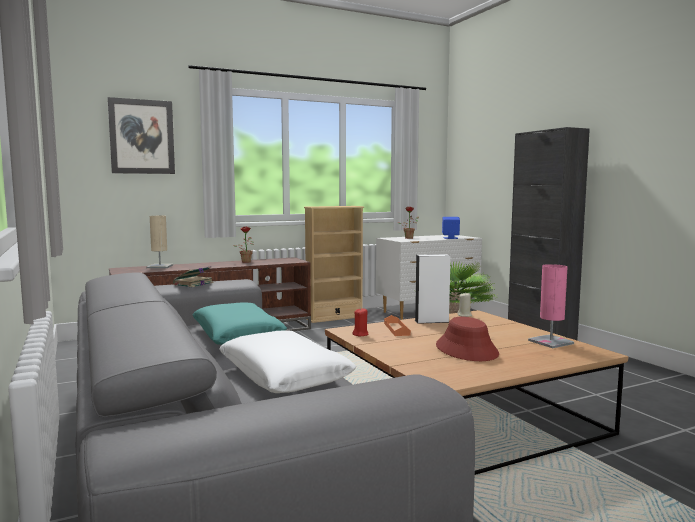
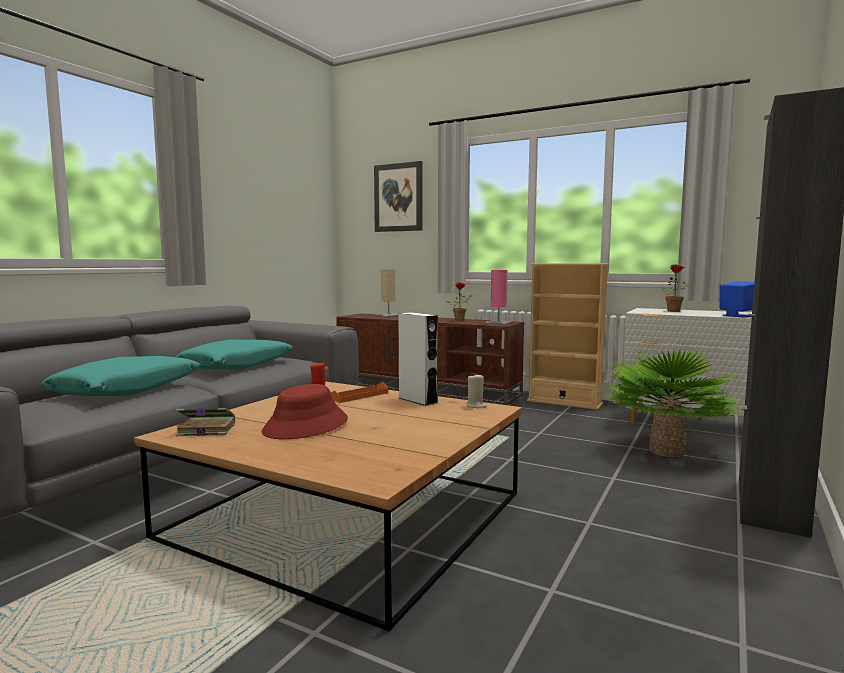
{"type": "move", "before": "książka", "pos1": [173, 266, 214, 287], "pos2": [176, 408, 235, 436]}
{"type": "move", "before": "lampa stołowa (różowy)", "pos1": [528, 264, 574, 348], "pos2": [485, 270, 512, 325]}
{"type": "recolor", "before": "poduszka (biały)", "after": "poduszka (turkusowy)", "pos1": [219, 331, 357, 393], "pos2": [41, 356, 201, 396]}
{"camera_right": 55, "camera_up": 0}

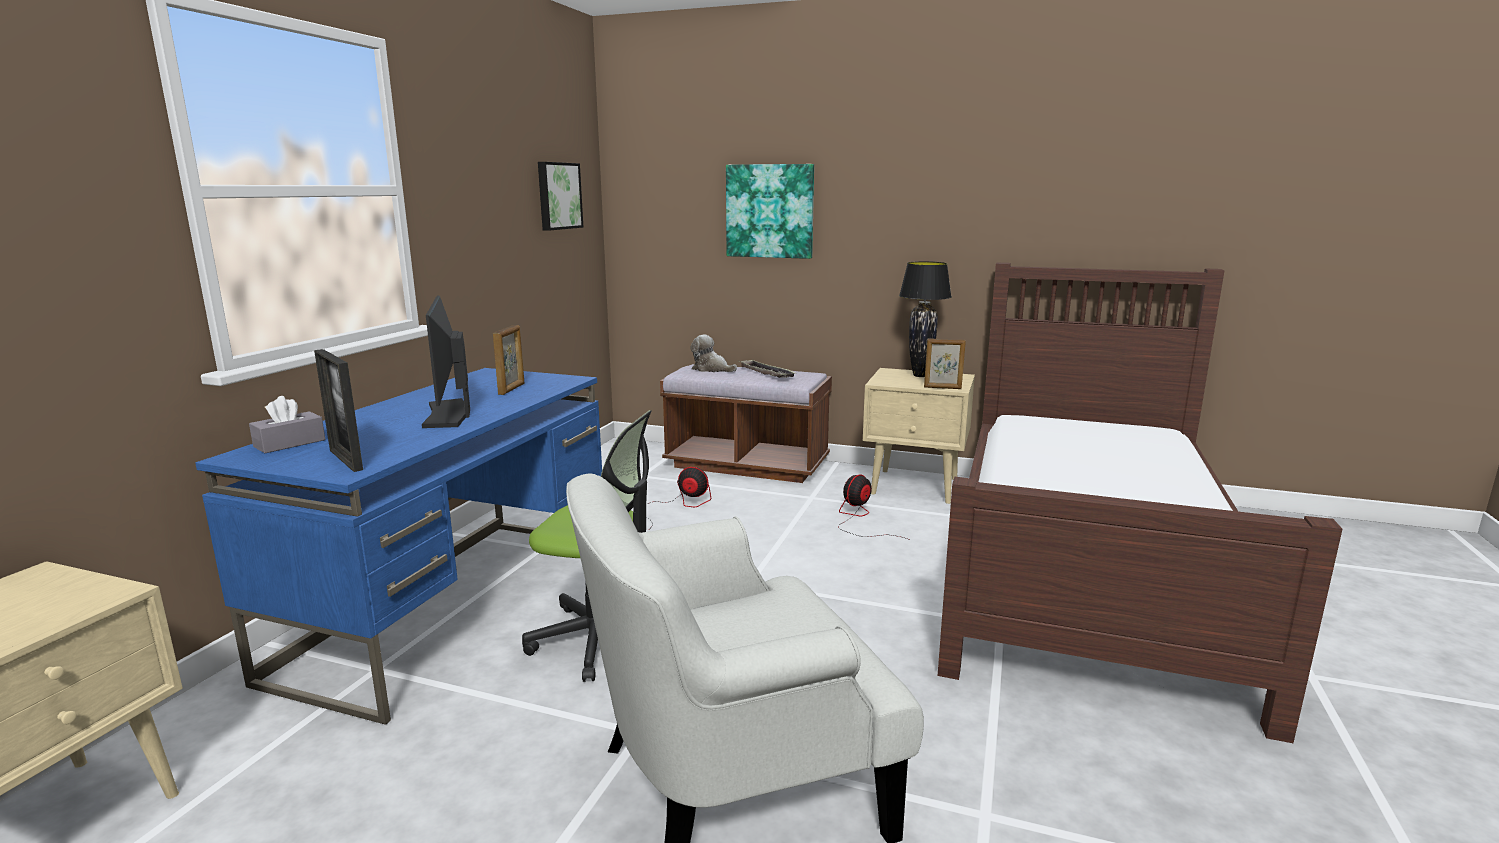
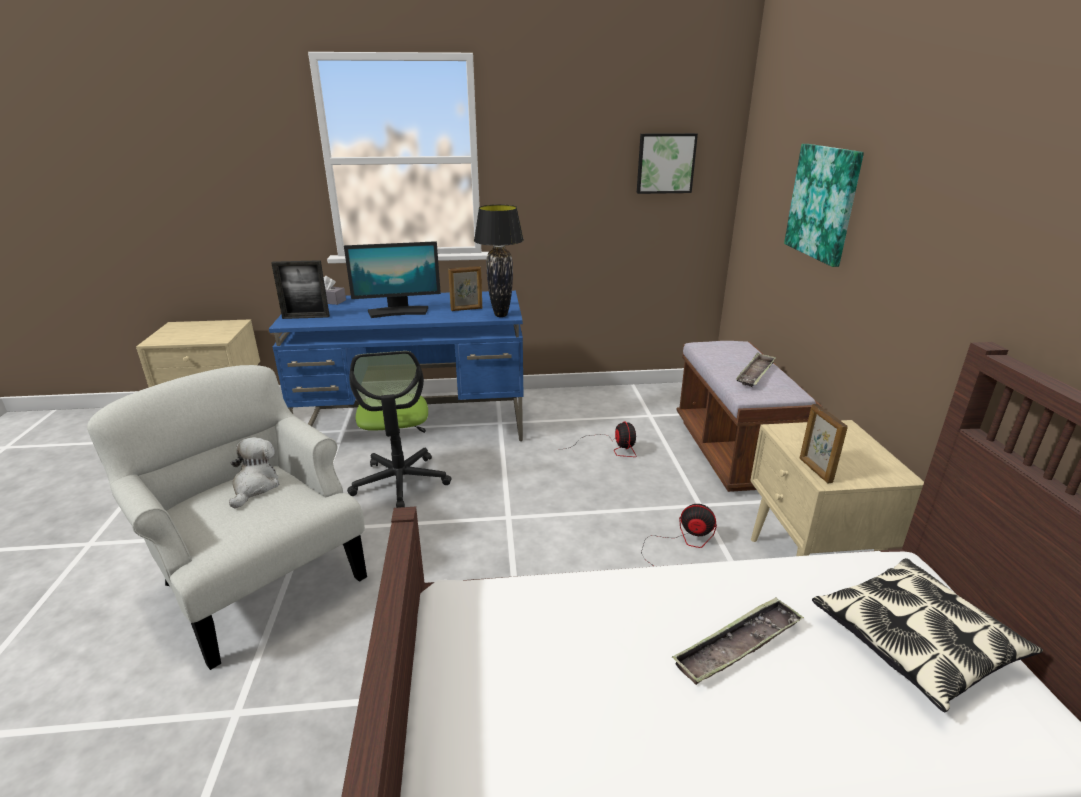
{"type": "insert", "after": "taca", "pos2": [672, 597, 804, 685]}
{"type": "insert", "after": "poduszka", "pos2": [812, 558, 1043, 712]}
{"type": "move", "before": "pluszak", "pos1": [690, 334, 737, 372], "pos2": [229, 437, 279, 508]}
{"type": "move", "before": "lampa stołowa (czarny)", "pos1": [899, 261, 952, 377], "pos2": [474, 204, 524, 317]}
{"type": "rotate", "before": "ramka na zdjęcie", "pos1": [314, 349, 363, 472], "pos2": [271, 260, 330, 319], "turn": -120}
{"type": "rotate", "before": "monitor", "pos1": [422, 296, 470, 428], "pos2": [344, 241, 441, 318], "turn": -150}
{"camera_right": 65, "camera_up": 10}

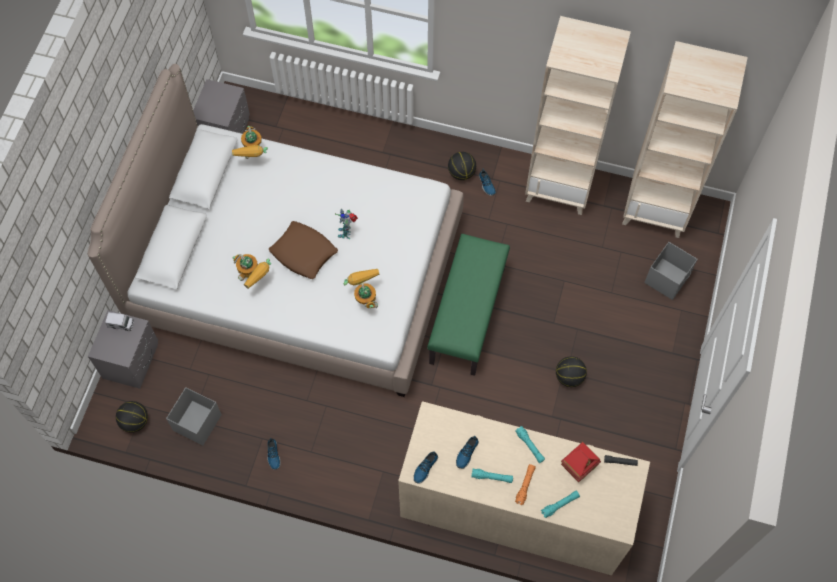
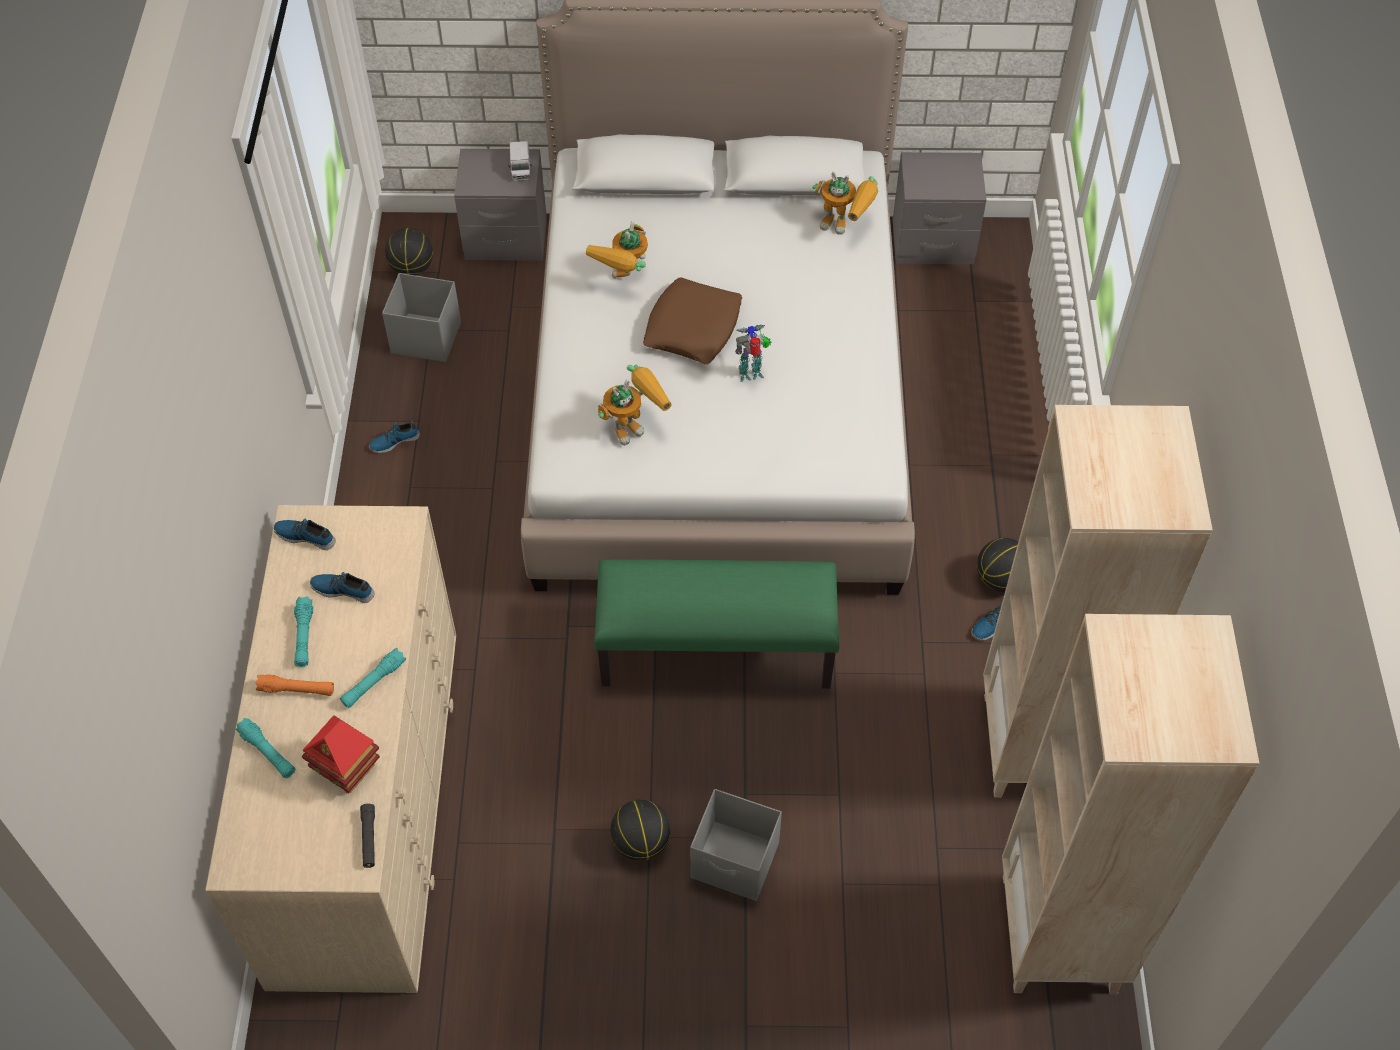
{"type": "move", "before": "pojemnik do przechowywania (szary)", "pos1": [644, 242, 697, 300], "pos2": [690, 789, 782, 901]}
{"type": "rotate", "before": "robot zabawkowy", "pos1": [232, 126, 268, 159], "pos2": [812, 172, 878, 235], "turn": -135}
{"camera_right": 75, "camera_up": -10}

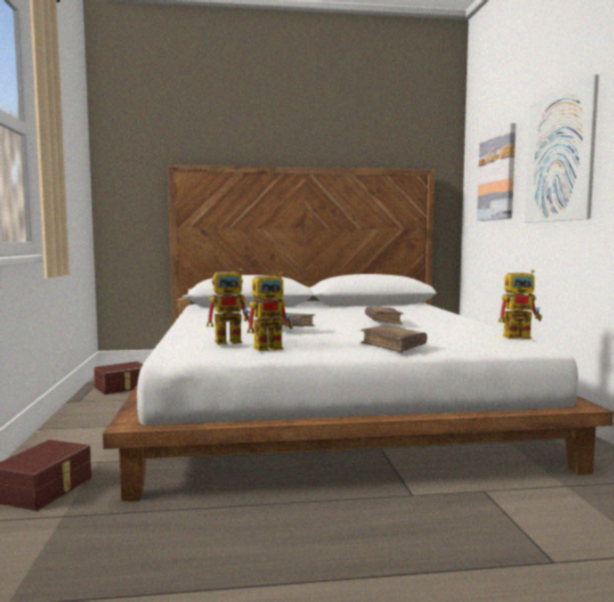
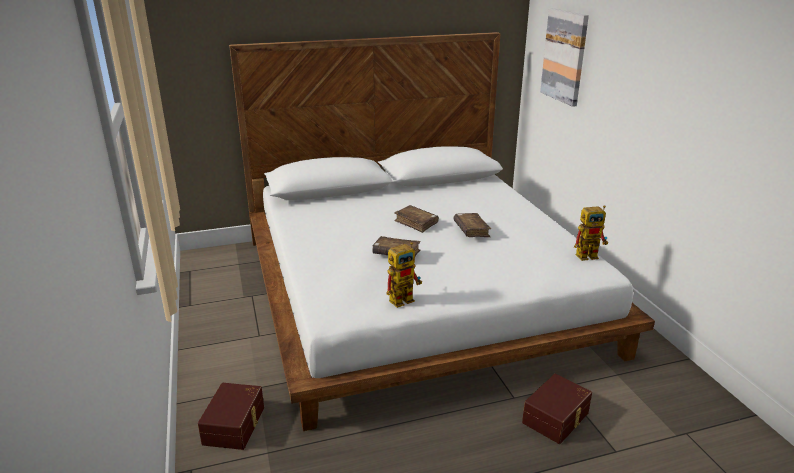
{"type": "delete", "before": "robot zabawkowy", "pos1": [206, 268, 250, 345]}
{"type": "delete", "before": "obraz", "pos1": [525, 75, 599, 223]}
{"type": "move", "before": "pojemnik do przechowywania (brązowy)", "pos1": [94, 361, 143, 395], "pos2": [522, 374, 592, 444]}
{"type": "move", "before": "książka (brązowy)", "pos1": [361, 325, 427, 353], "pos2": [394, 205, 439, 233]}
{"camera_right": -10, "camera_up": 20}

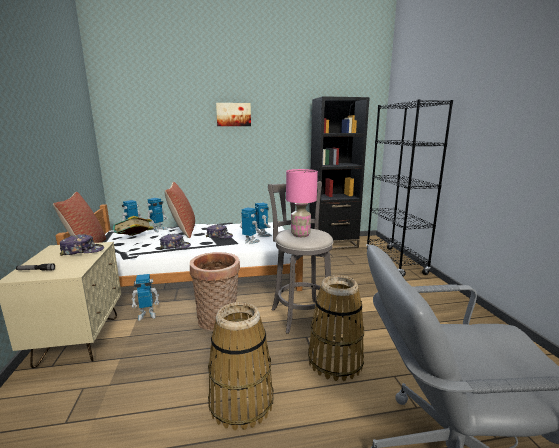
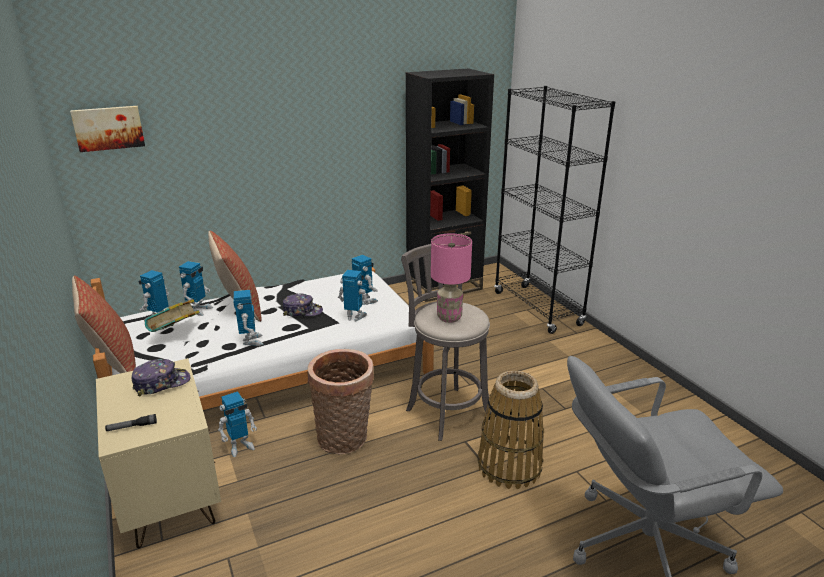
{"type": "delete", "before": "koszyk", "pos1": [208, 302, 273, 430]}
{"type": "move", "before": "obraz", "pos1": [216, 103, 251, 126], "pos2": [70, 106, 145, 152]}
{"type": "replace", "before": "czapka z daszkiem", "after": "robot zabawkowy", "pos1": [160, 234, 191, 249], "pos2": [233, 290, 263, 346]}
{"camera_right": -15, "camera_up": 10}

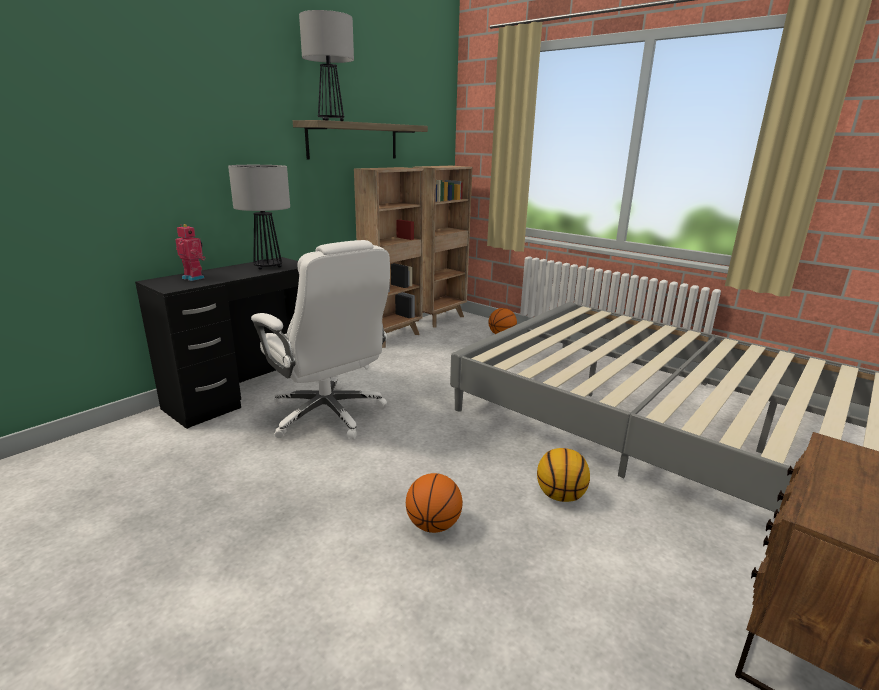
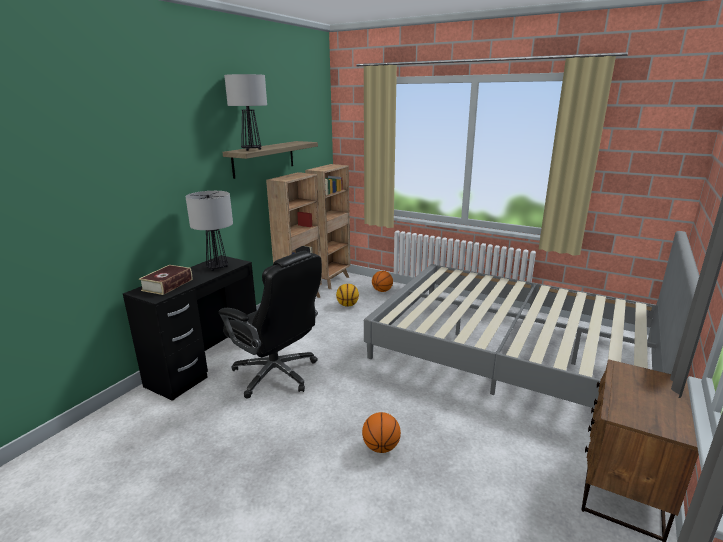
{"type": "move", "before": "piłka do koszykówki", "pos1": [537, 448, 590, 502], "pos2": [336, 284, 359, 306]}
{"type": "replace", "before": "robot zabawkowy", "after": "książka", "pos1": [175, 224, 206, 281], "pos2": [139, 265, 192, 295]}
{"type": "recolor", "before": "krzesło biurowe (biały)", "after": "krzesło biurowe (czarny)", "pos1": [251, 240, 390, 439], "pos2": [219, 251, 322, 399]}
{"camera_right": -10, "camera_up": 0}

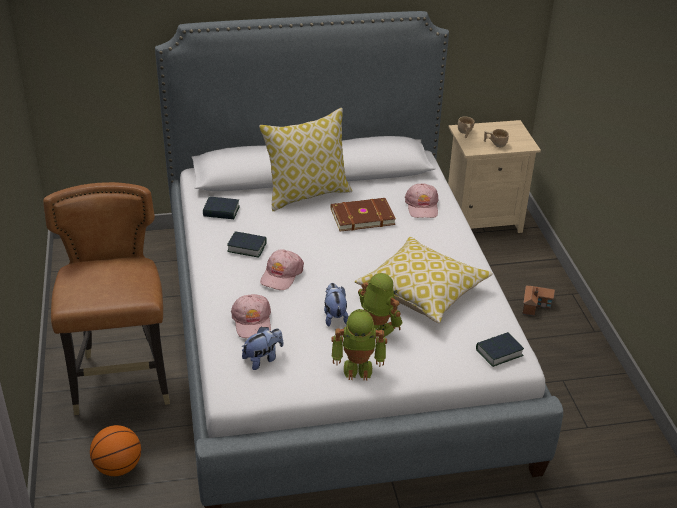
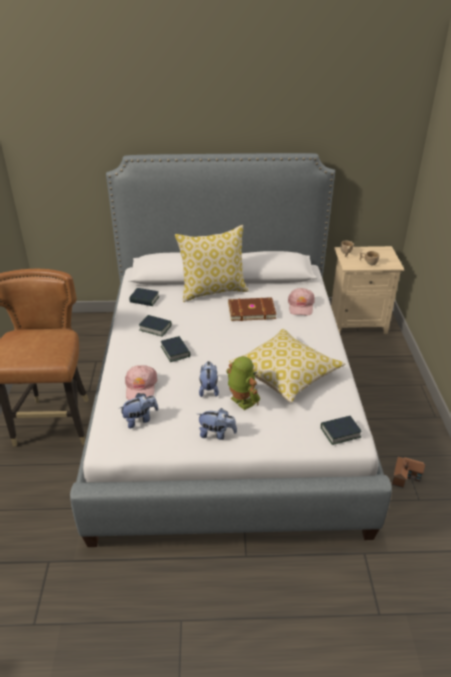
{"type": "delete", "before": "piłka do koszykówki", "pos1": [90, 425, 141, 476]}
{"type": "move", "before": "domek", "pos1": [522, 286, 555, 316], "pos2": [392, 457, 425, 488]}
{"type": "replace", "before": "czapka z daszkiem (różowy)", "after": "książka", "pos1": [260, 249, 304, 290], "pos2": [161, 336, 190, 362]}
{"type": "replace", "before": "robot zabawkowy", "after": "pluszak", "pos1": [331, 309, 387, 381], "pos2": [198, 408, 237, 440]}
{"camera_right": 10, "camera_up": 0}

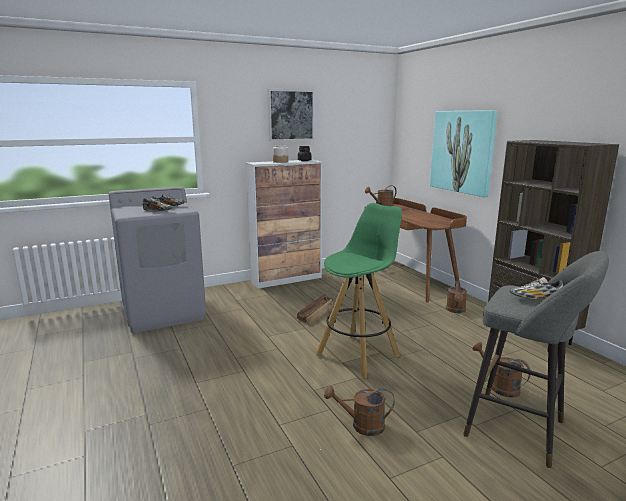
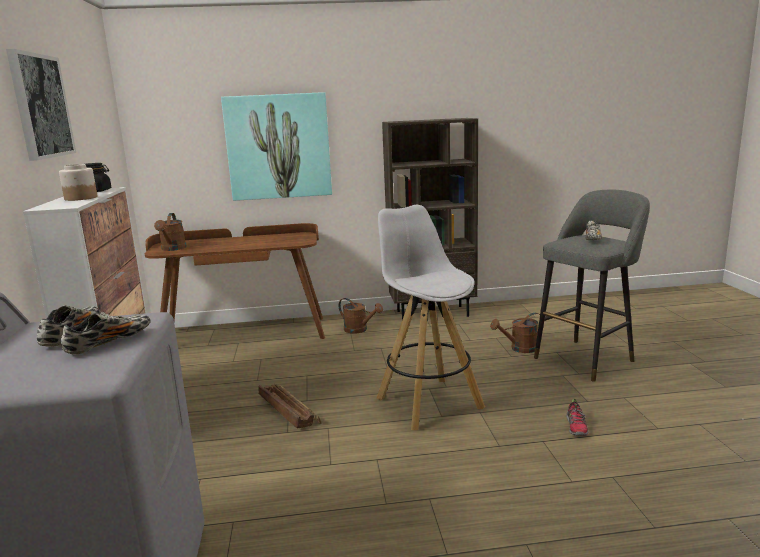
{"type": "replace", "before": "konewka (brązowy)", "after": "but", "pos1": [324, 386, 395, 436], "pos2": [566, 399, 588, 436]}
{"type": "recolor", "before": "stołek (zielony)", "after": "stołek (biały)", "pos1": [316, 203, 402, 378], "pos2": [376, 205, 485, 430]}
{"camera_right": -70, "camera_up": 0}

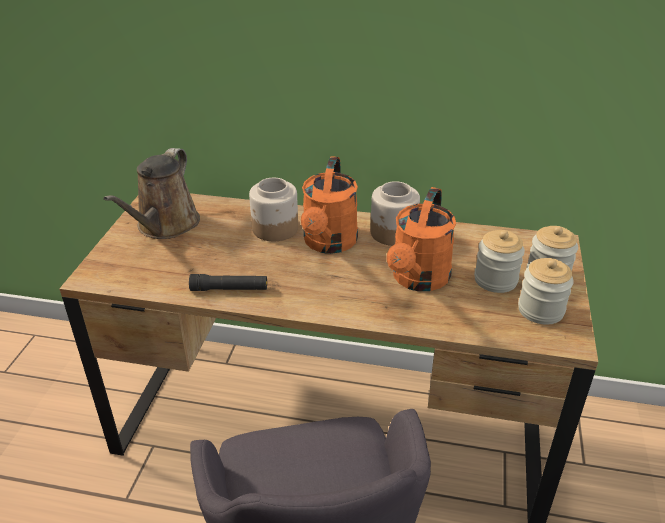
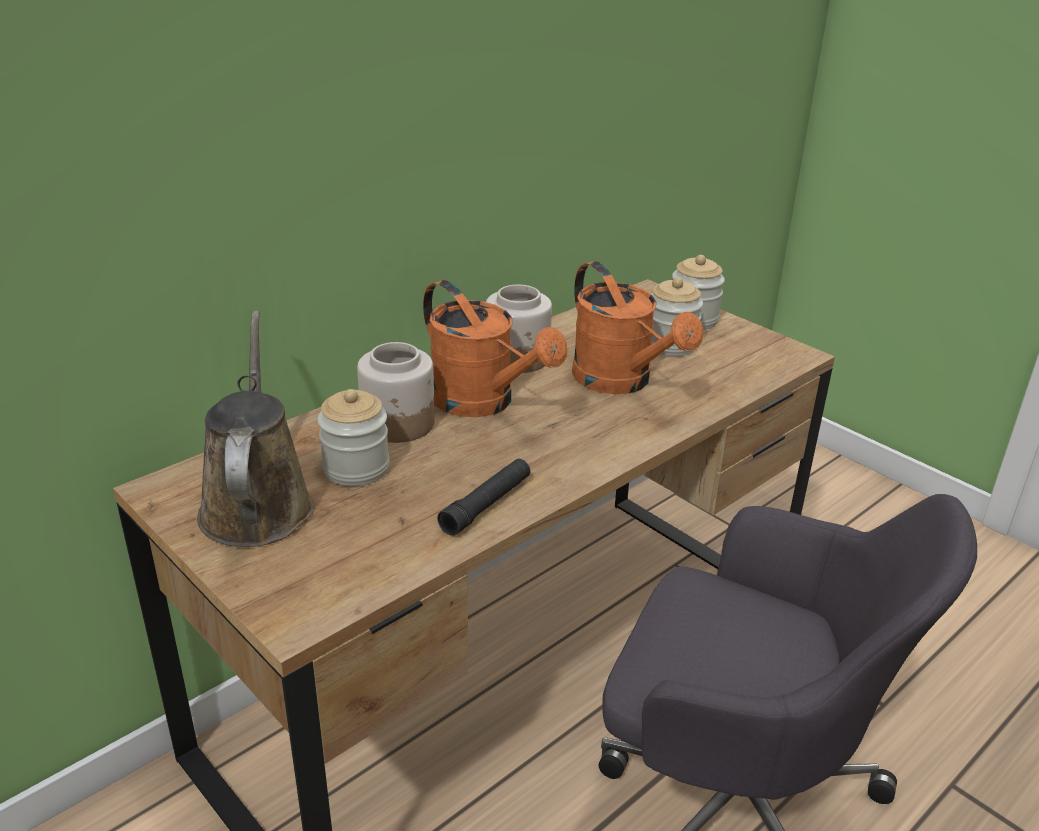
{"type": "move", "before": "słoik", "pos1": [518, 258, 574, 325], "pos2": [317, 389, 390, 486]}
{"type": "rotate", "before": "konewka (brązowy)", "pos1": [104, 148, 200, 239], "pos2": [197, 311, 314, 547], "turn": -150}
{"camera_right": -55, "camera_up": -5}

